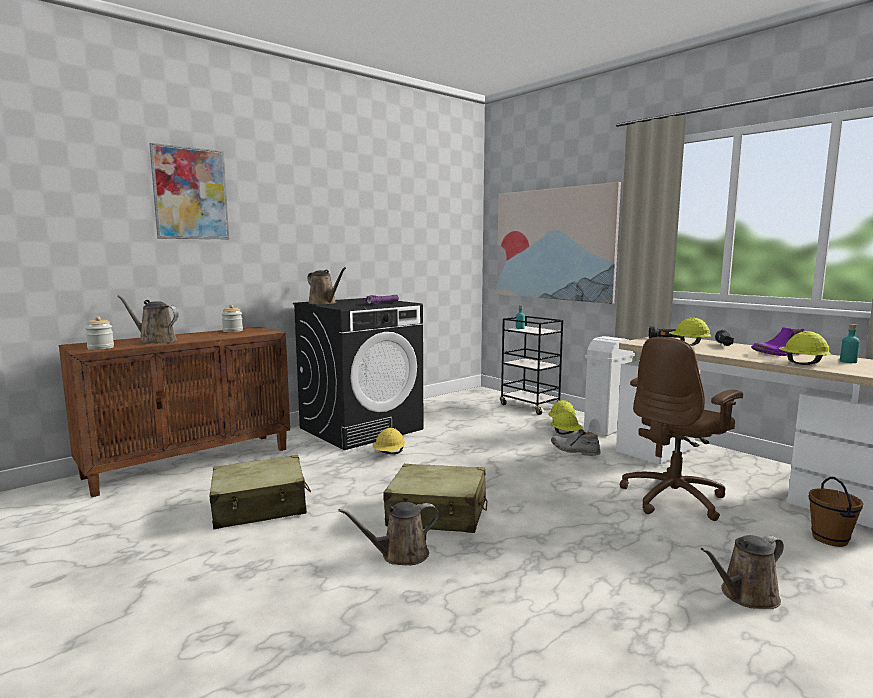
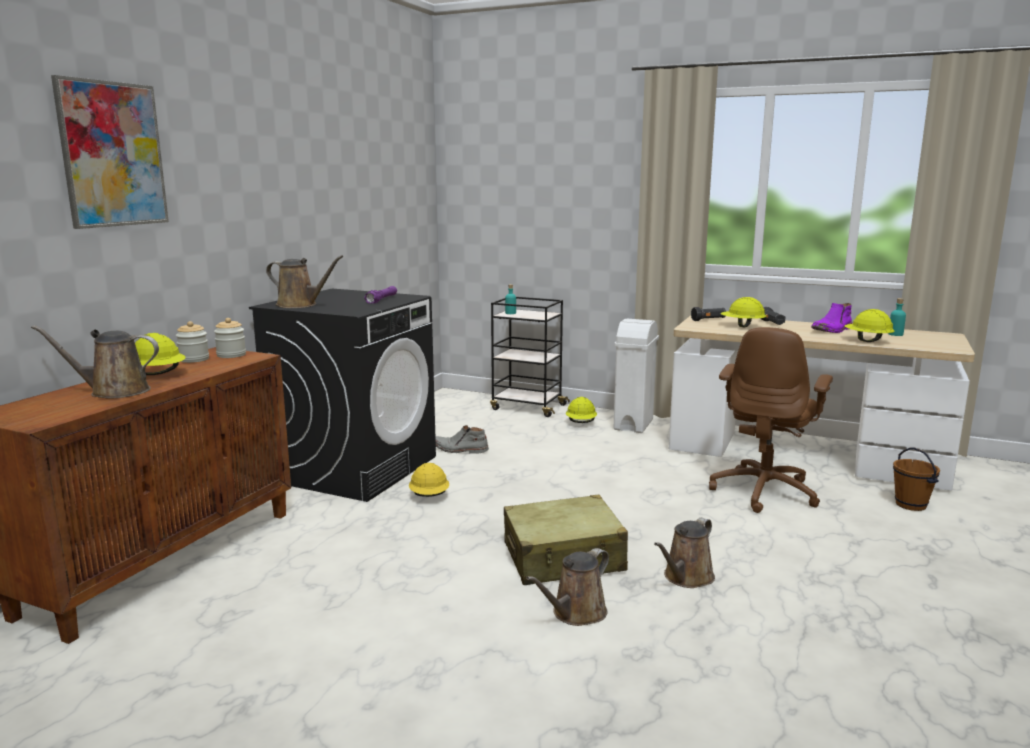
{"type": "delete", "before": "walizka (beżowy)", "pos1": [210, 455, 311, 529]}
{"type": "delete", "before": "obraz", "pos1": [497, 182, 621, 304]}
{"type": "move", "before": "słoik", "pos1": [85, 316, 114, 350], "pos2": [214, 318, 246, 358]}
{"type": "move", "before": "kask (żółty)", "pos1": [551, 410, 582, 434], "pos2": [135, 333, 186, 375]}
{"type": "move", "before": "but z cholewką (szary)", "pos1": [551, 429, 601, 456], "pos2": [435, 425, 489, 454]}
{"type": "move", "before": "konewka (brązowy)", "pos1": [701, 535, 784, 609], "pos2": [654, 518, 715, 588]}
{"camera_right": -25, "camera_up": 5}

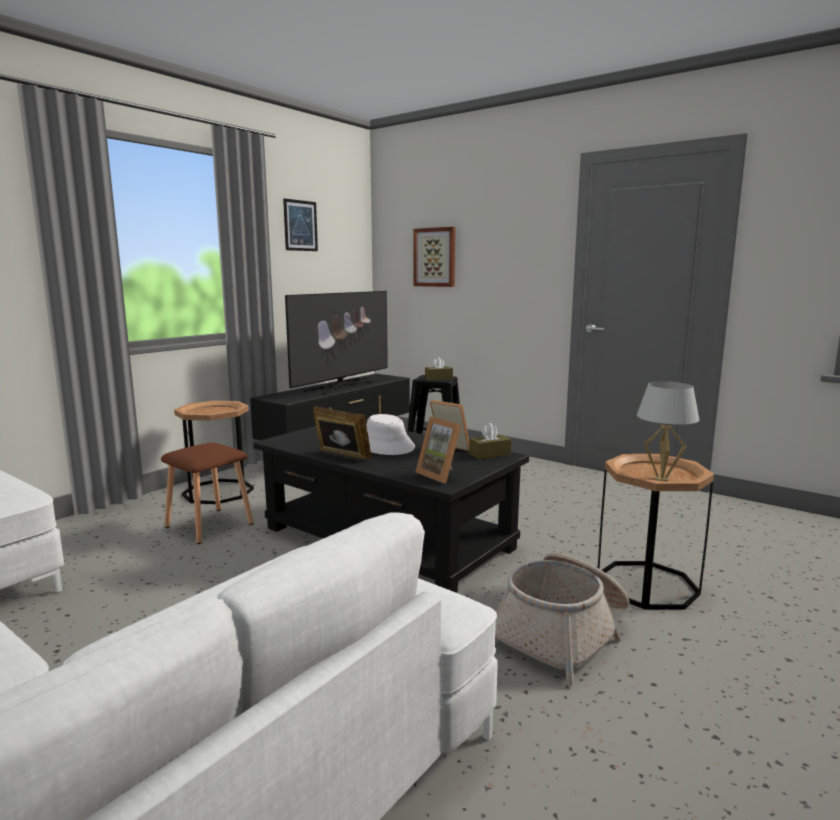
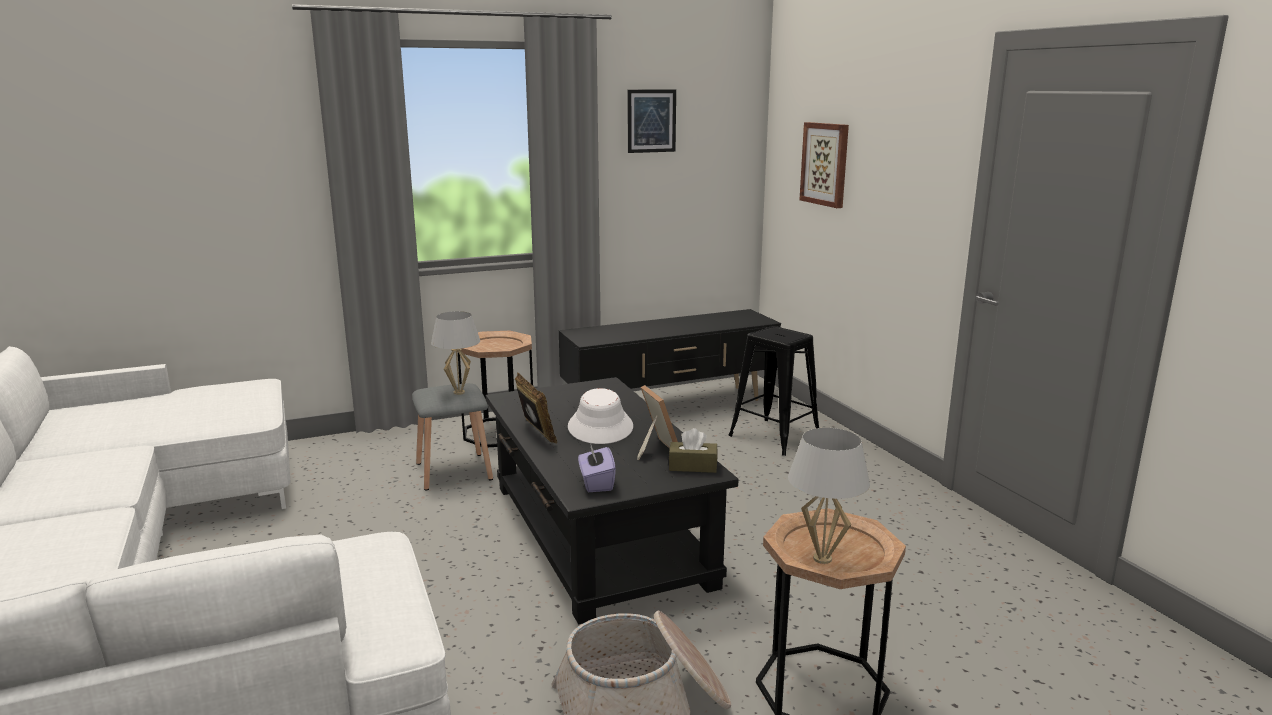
{"type": "delete", "before": "telewizor", "pos1": [285, 291, 388, 395]}
{"type": "delete", "before": "pudełko chusteczek (brązowy)", "pos1": [425, 357, 453, 380]}
{"type": "insert", "after": "lampa stołowa (biały)", "pos2": [431, 311, 480, 395]}
{"type": "replace", "before": "ramka na zdjęcie", "after": "pudełko chusteczek (fioletowy)", "pos1": [416, 416, 461, 483], "pos2": [578, 443, 616, 492]}
{"type": "recolor", "before": "stołek (brązowy)", "after": "stołek (szary)", "pos1": [161, 442, 254, 544], "pos2": [412, 383, 493, 491]}
{"camera_right": 30, "camera_up": 5}

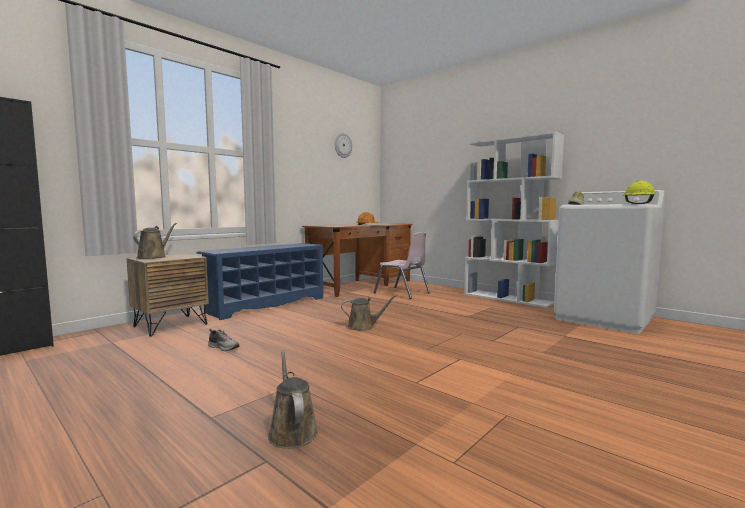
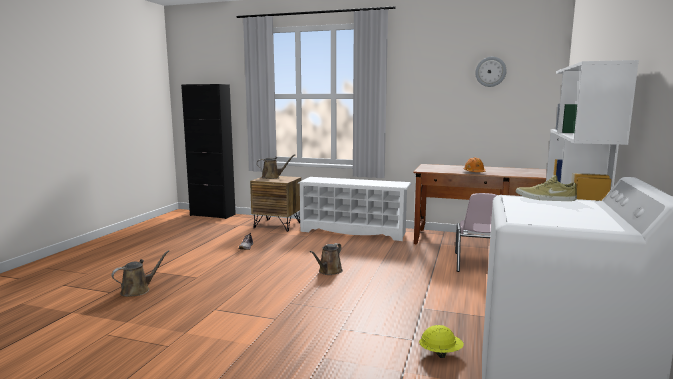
{"type": "move", "before": "kask (żółty)", "pos1": [623, 181, 656, 204], "pos2": [419, 325, 464, 358]}
{"type": "recolor", "before": "regał na buty (niebieski)", "after": "regał na buty (biały)", "pos1": [197, 243, 325, 320], "pos2": [298, 177, 412, 241]}
{"type": "rotate", "before": "konewka (brązowy)", "pos1": [341, 294, 398, 331], "pos2": [310, 243, 343, 275], "turn": 60}
{"camera_right": 65, "camera_up": 5}

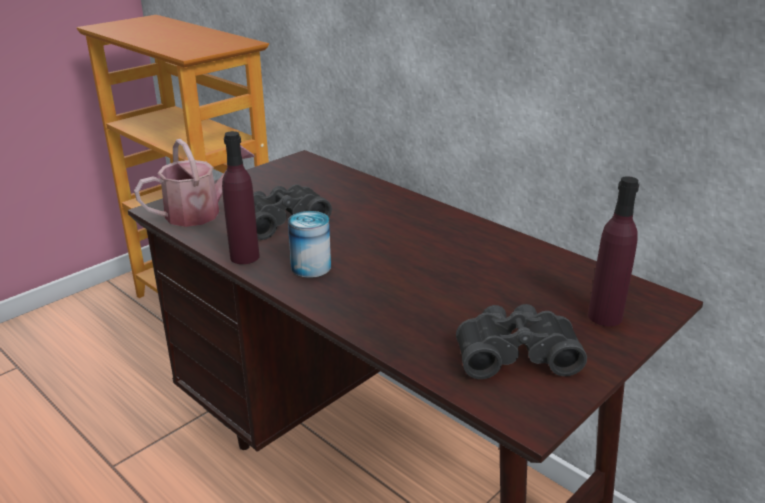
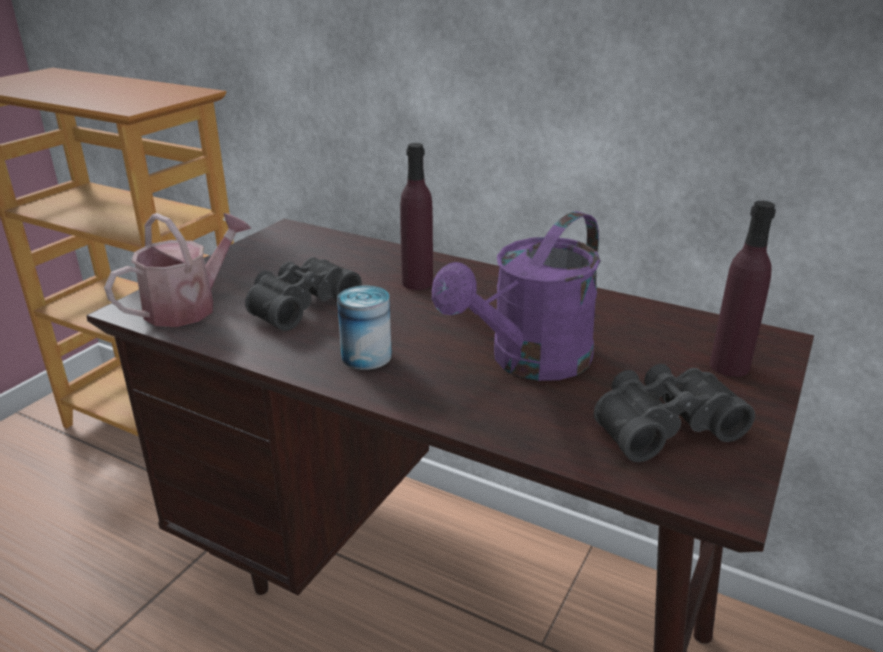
{"type": "insert", "after": "konewka (fioletowy)", "pos2": [432, 211, 601, 381]}
{"type": "move", "before": "butelka (fioletowy)", "pos1": [222, 131, 260, 264], "pos2": [400, 143, 433, 290]}
{"camera_right": -15, "camera_up": 0}

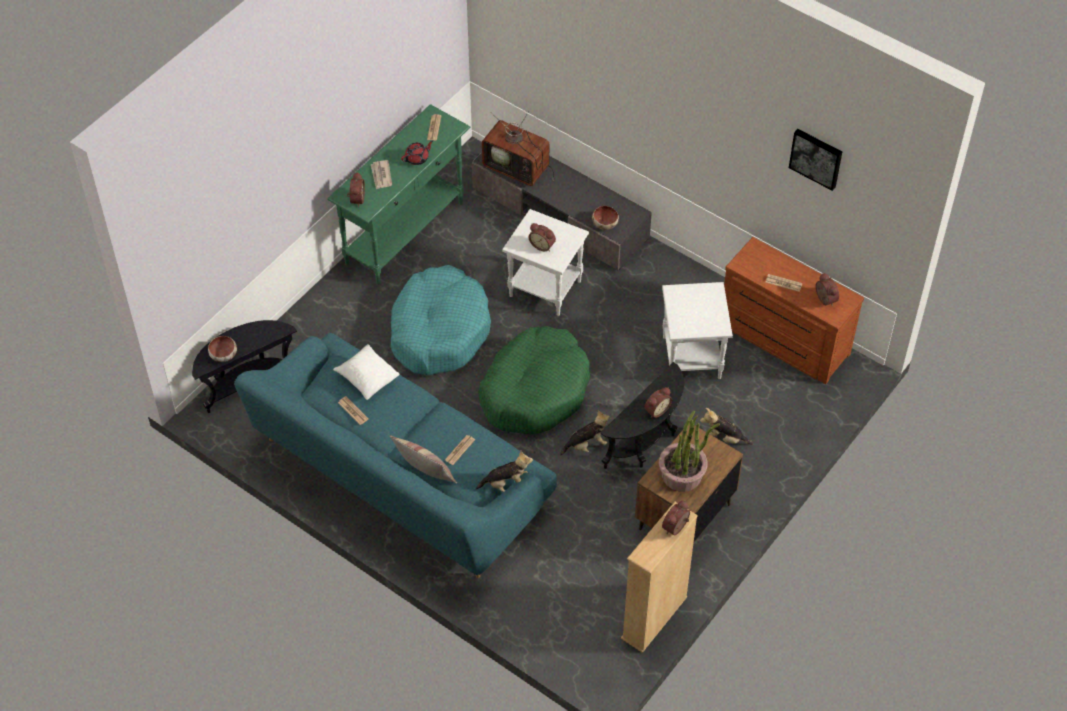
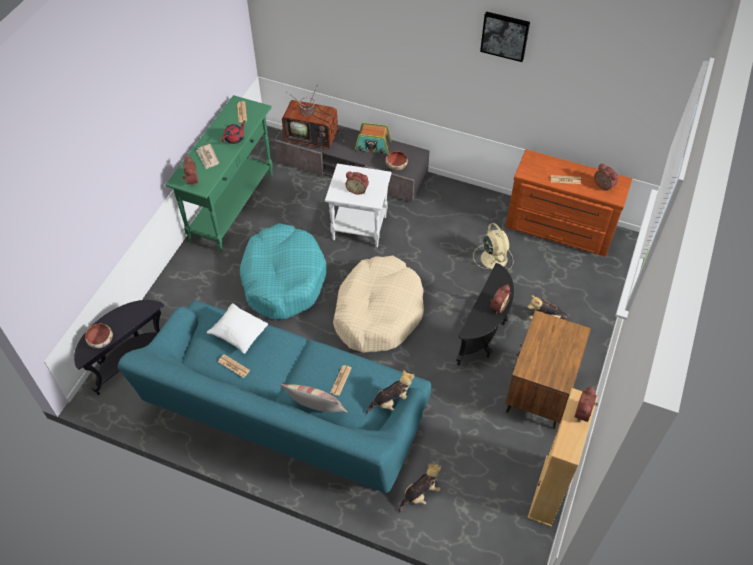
{"type": "delete", "before": "roślina doniczkowa", "pos1": [659, 411, 720, 492]}
{"type": "insert", "after": "radio", "pos2": [355, 122, 391, 154]}
{"type": "move", "before": "pluszak", "pos1": [560, 410, 610, 456], "pos2": [398, 463, 441, 513]}
{"type": "move", "before": "obraz", "pos1": [789, 129, 842, 191], "pos2": [480, 12, 530, 62]}
{"type": "replace", "before": "stolik (biały)", "after": "wentylator (beżowy)", "pos1": [662, 282, 733, 379], "pos2": [473, 223, 514, 271]}
{"type": "recolor", "before": "legowisko (zielony)", "after": "legowisko (beżowy)", "pos1": [478, 326, 590, 434], "pos2": [333, 256, 424, 353]}
{"camera_right": -15, "camera_up": 0}

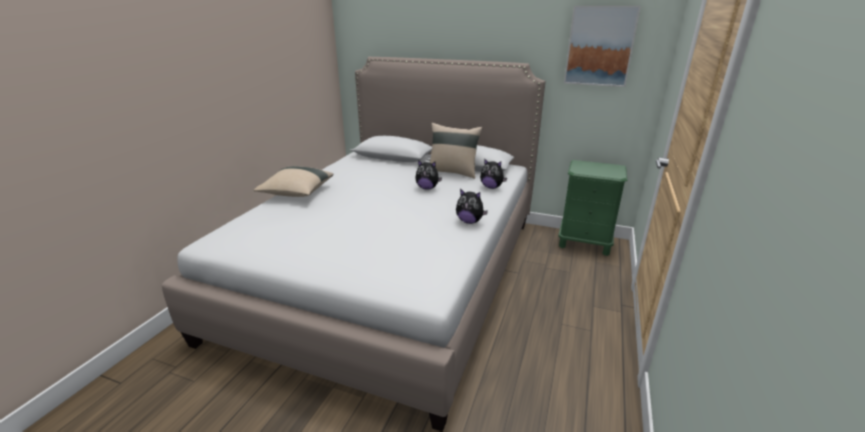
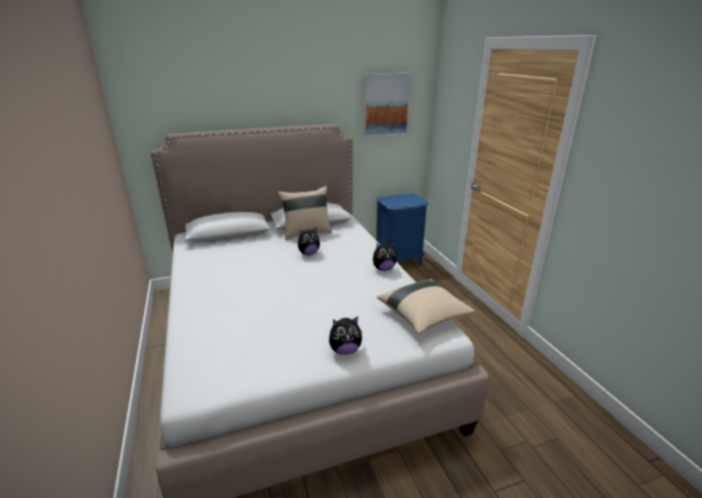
{"type": "move", "before": "poduszka (beżowy)", "pos1": [254, 166, 333, 197], "pos2": [377, 279, 475, 334]}
{"type": "move", "before": "pluszak", "pos1": [480, 159, 507, 189], "pos2": [329, 317, 362, 355]}
{"type": "recolor", "before": "szafka nocna (zielony)", "after": "szafka nocna (niebieski)", "pos1": [558, 160, 627, 256], "pos2": [376, 193, 428, 264]}
{"camera_right": -40, "camera_up": 0}

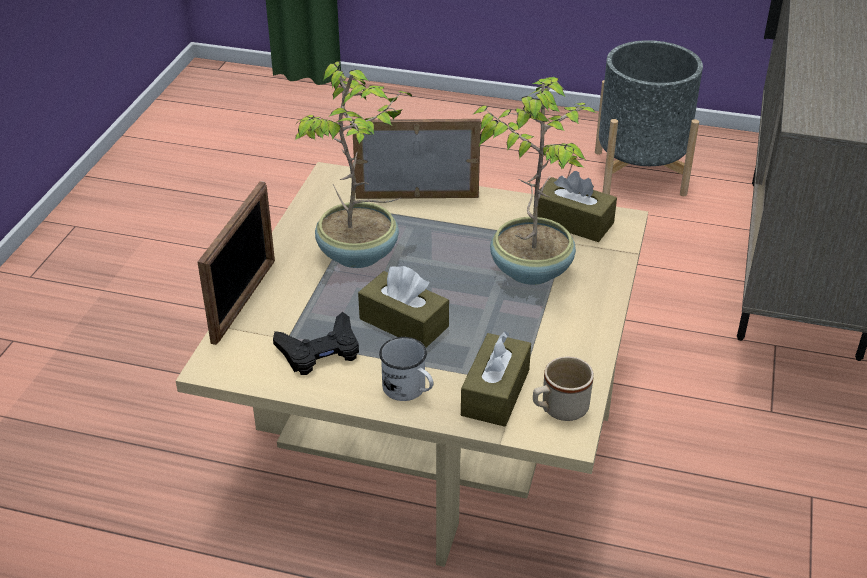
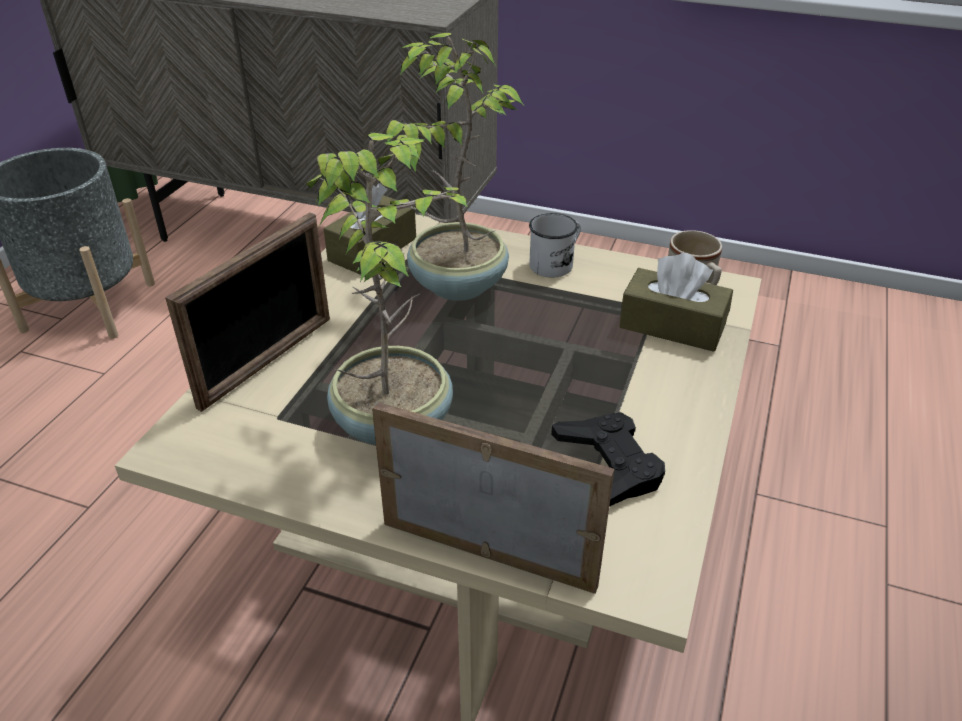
{"type": "delete", "before": "pudełko chusteczek (brązowy)", "pos1": [358, 266, 449, 348]}
{"type": "move", "before": "kubek (biały)", "pos1": [379, 337, 434, 401], "pos2": [529, 213, 581, 277]}
{"type": "rotate", "before": "ramka na zdjęcie", "pos1": [353, 119, 481, 199], "pos2": [165, 212, 330, 412], "turn": -150}
{"camera_right": -85, "camera_up": 0}

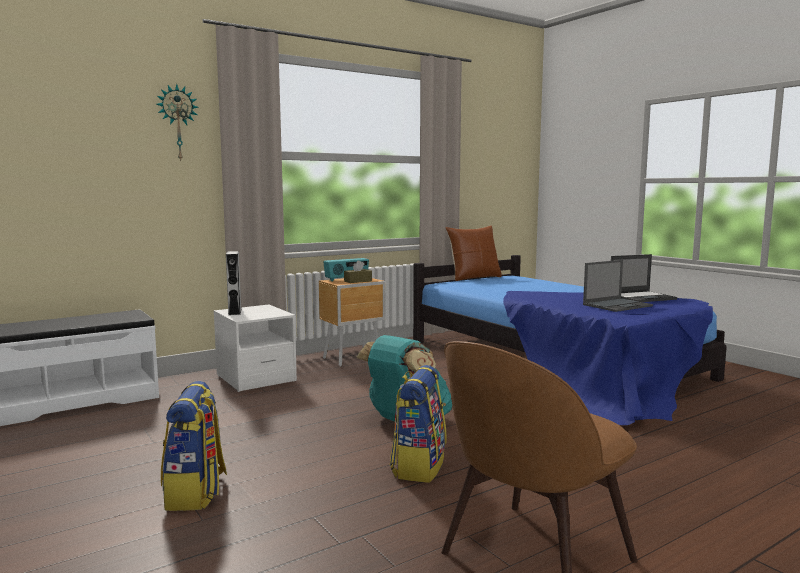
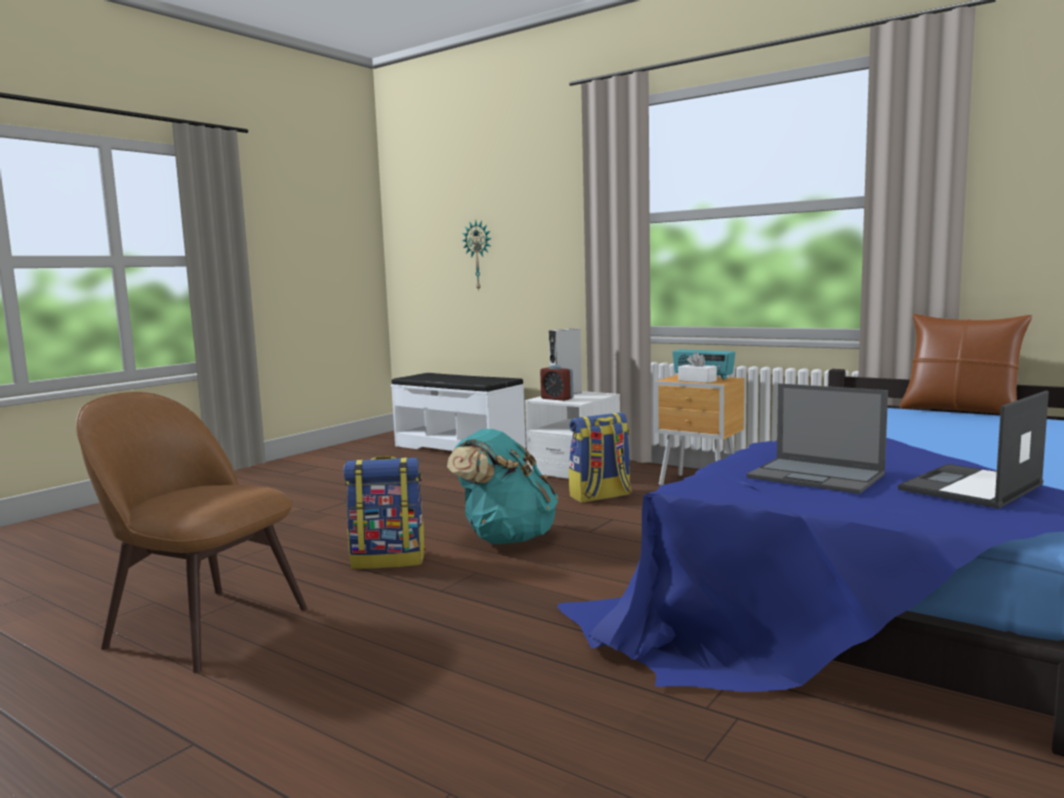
{"type": "insert", "after": "budzik", "pos2": [540, 365, 573, 401]}
{"type": "move", "before": "zegar ścienny", "pos1": [156, 84, 198, 162], "pos2": [462, 220, 492, 291]}
{"type": "move", "before": "plecak", "pos1": [161, 381, 227, 511], "pos2": [569, 413, 631, 503]}
{"type": "recolor", "before": "pudełko chusteczek (brązowy)", "after": "pudełko chusteczek (biały)", "pos1": [344, 260, 372, 283], "pos2": [678, 352, 717, 383]}
{"type": "rotate", "before": "laptop", "pos1": [611, 254, 677, 302], "pos2": [898, 391, 1049, 508], "turn": 90}
{"camera_right": 70, "camera_up": 0}

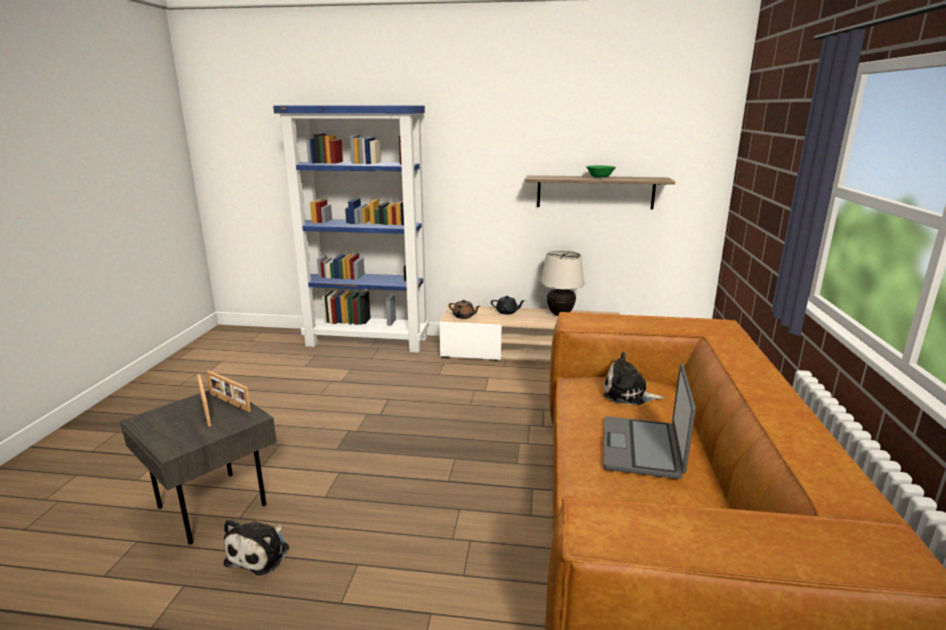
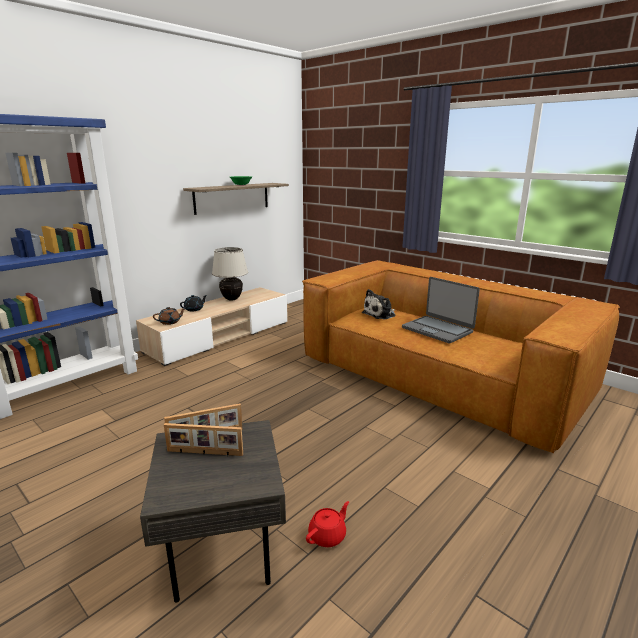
{"type": "replace", "before": "pluszak", "after": "imbryk (czerwony)", "pos1": [224, 519, 289, 576], "pos2": [306, 501, 349, 547]}
{"camera_right": -55, "camera_up": 0}

